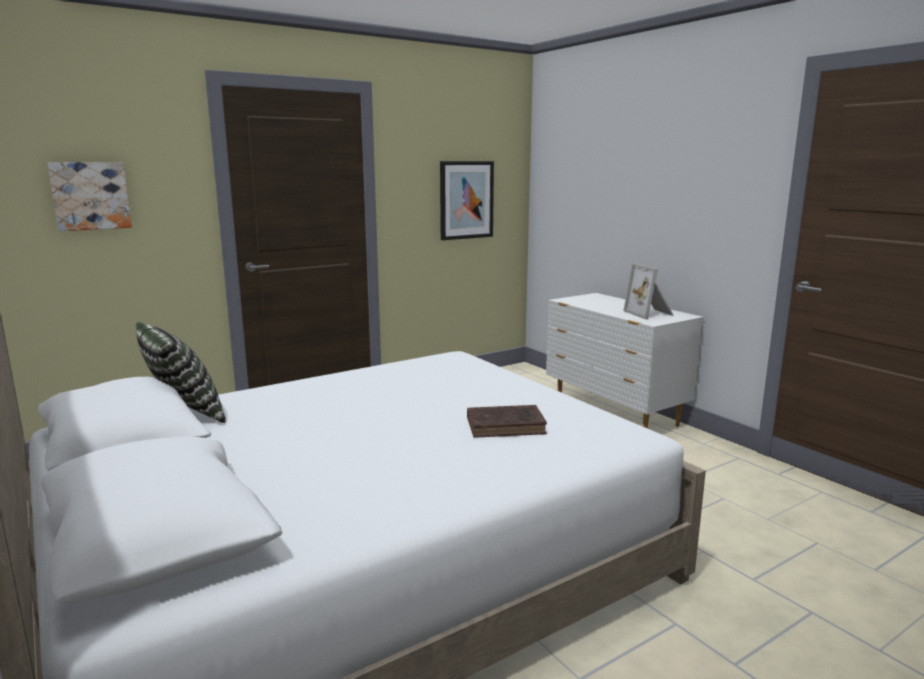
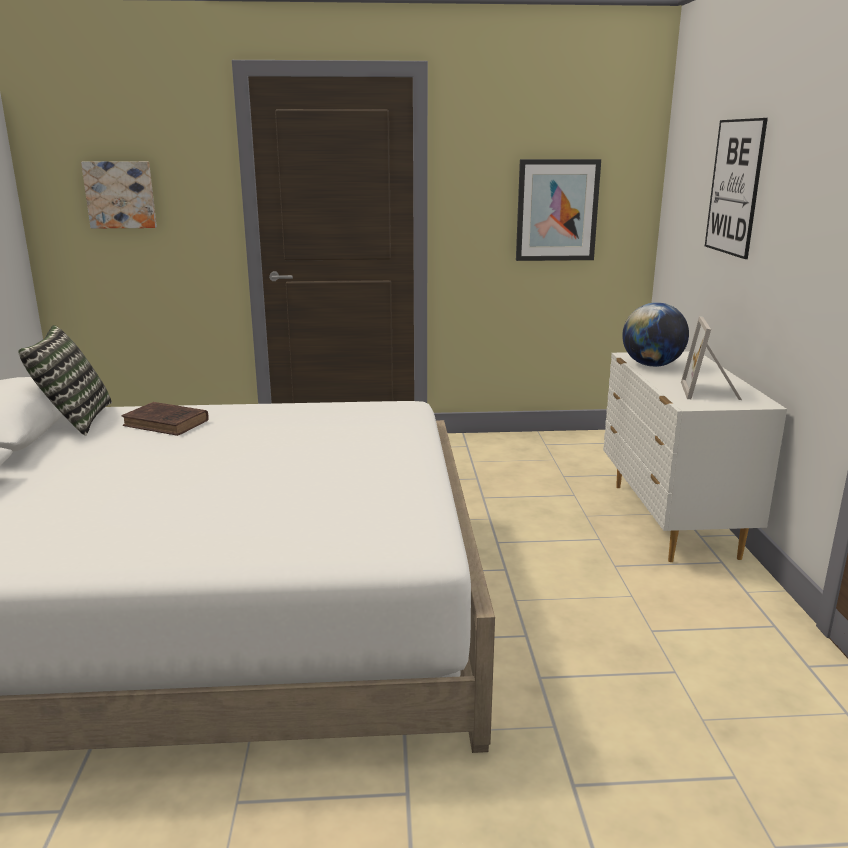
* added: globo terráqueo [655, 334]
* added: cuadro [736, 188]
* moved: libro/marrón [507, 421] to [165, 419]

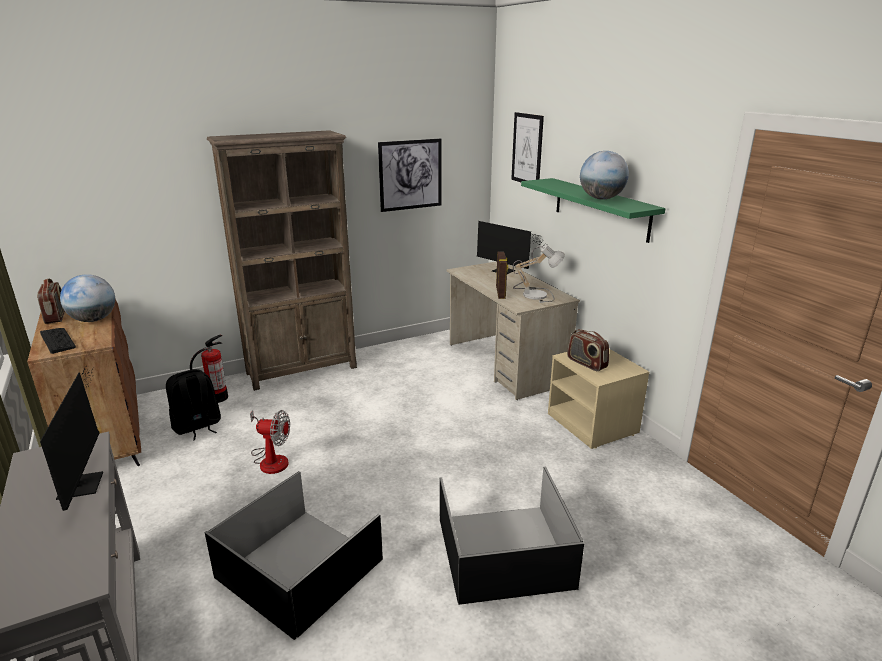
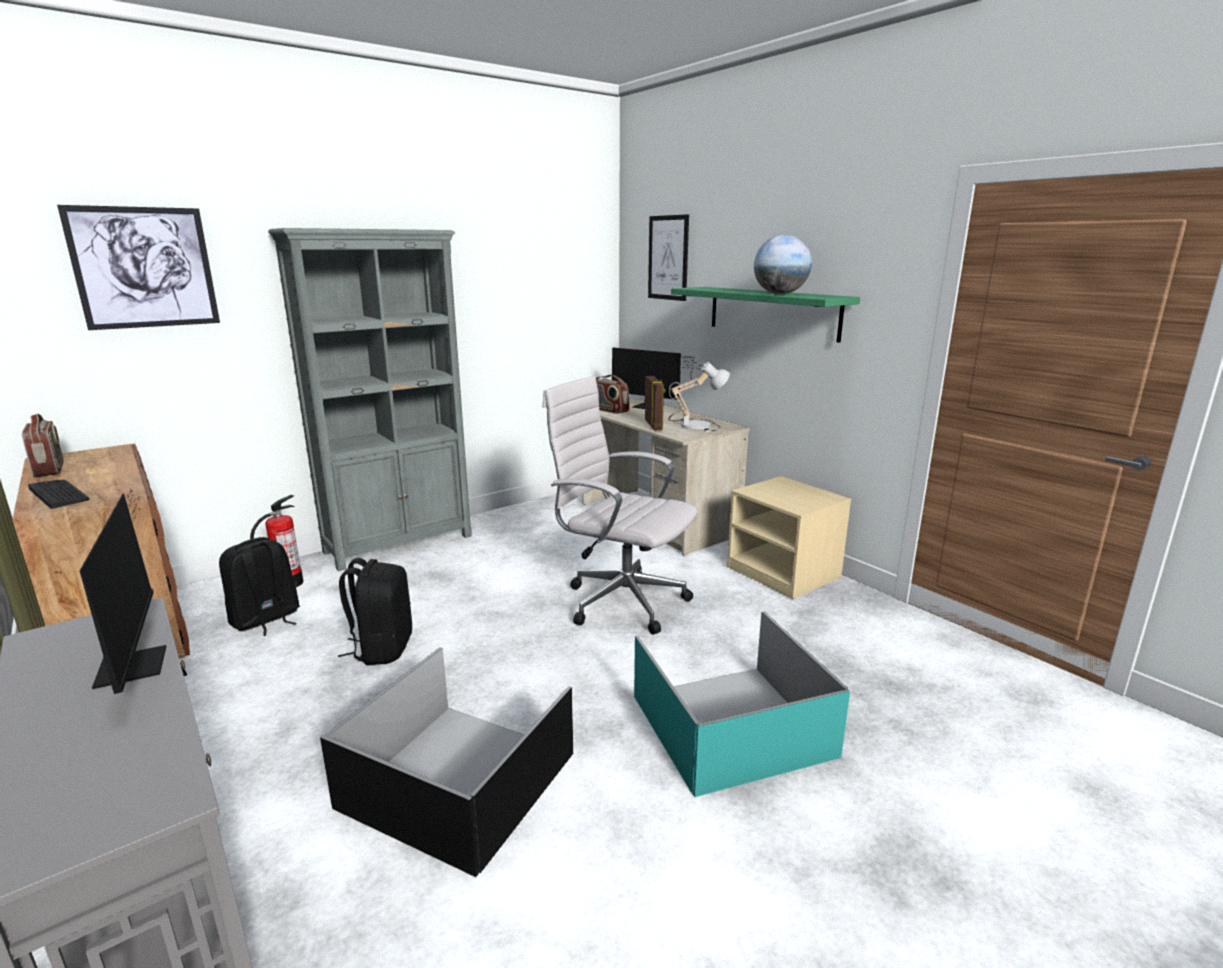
* removed: globo terráqueo [87, 298]
* added: silla de oficina/blanco [620, 505]
* moved: cuadro [409, 175] to [138, 267]
* moved: radio [588, 350] to [612, 394]
* replaced: ventilador [270, 442] to mochila/negro [375, 611]
* recoloured: estantería/marrón [282, 260] to estantería/gris [370, 399]
* recoloured: caja de almacenaje/negro [512, 535] to caja de almacenaje/turquesa [742, 704]

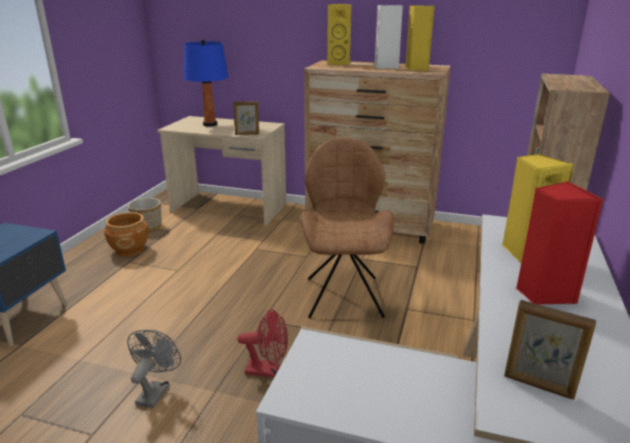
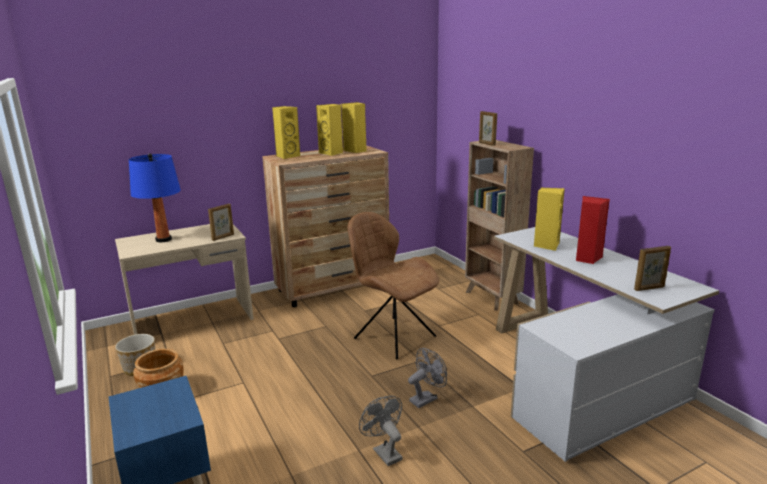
* added: portarretratos [488, 128]
* recoloured: ventilador/rojo [263, 343] to ventilador/gris [427, 378]
* recoloured: altavoz/blanco [389, 37] to altavoz/amarillo [329, 130]

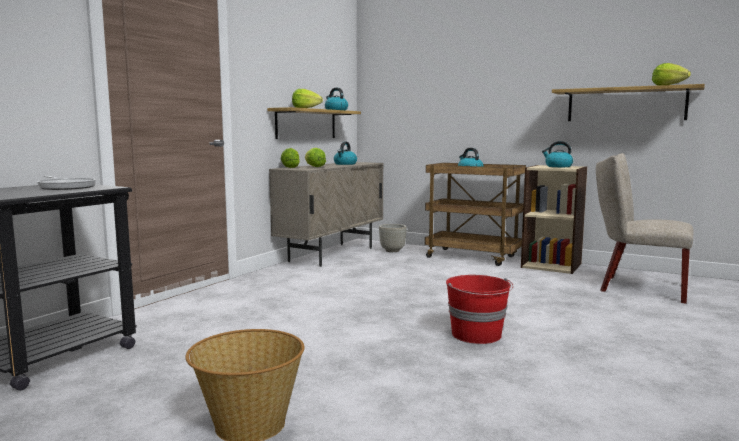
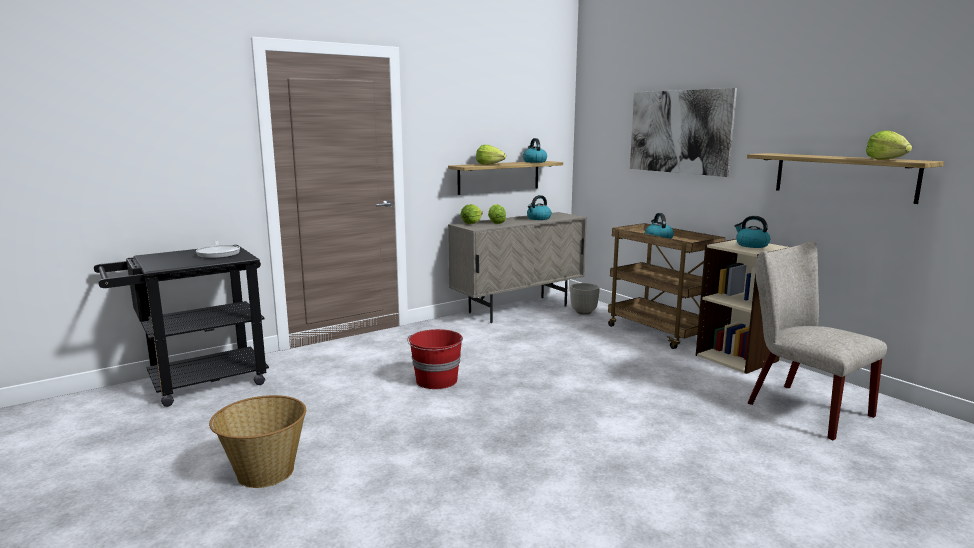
* added: cuadro [683, 132]
* moved: cubo/rojo [479, 309] to [435, 359]

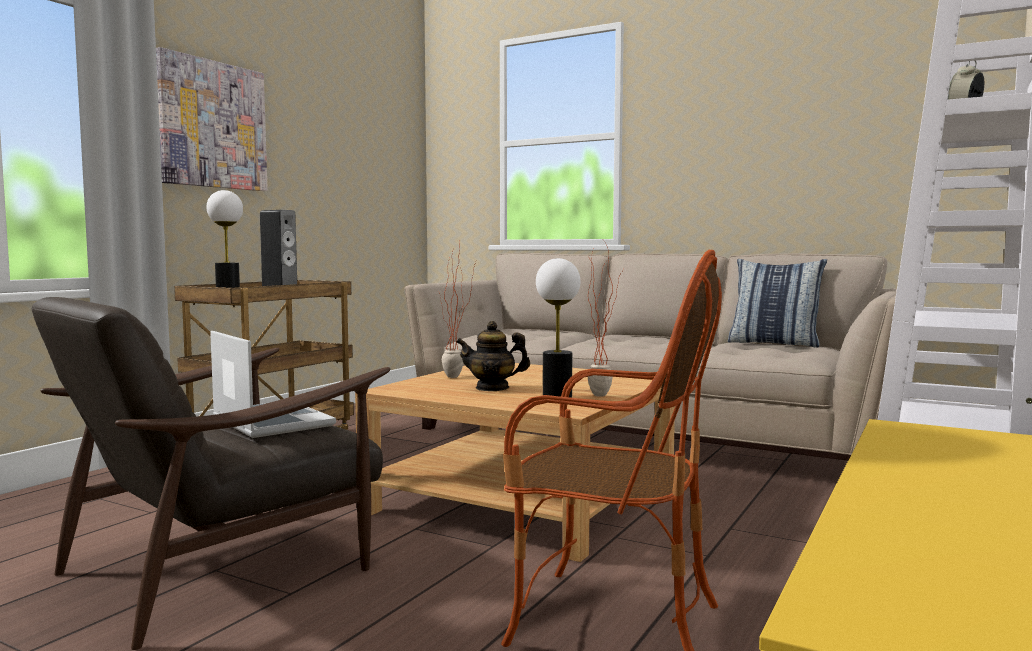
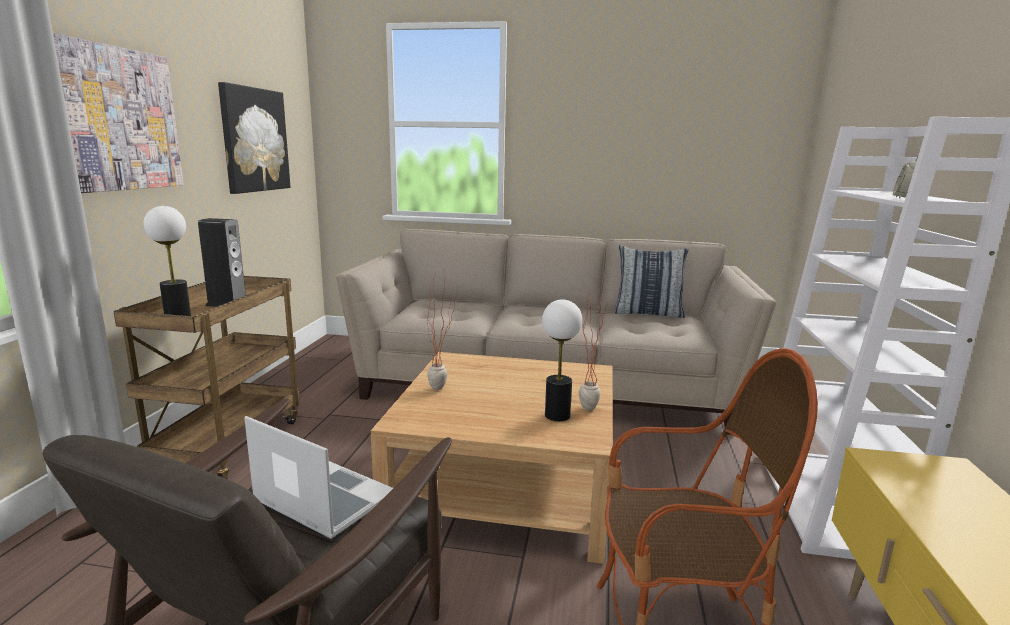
* removed: tetera [493, 356]
* added: cuadro [254, 138]

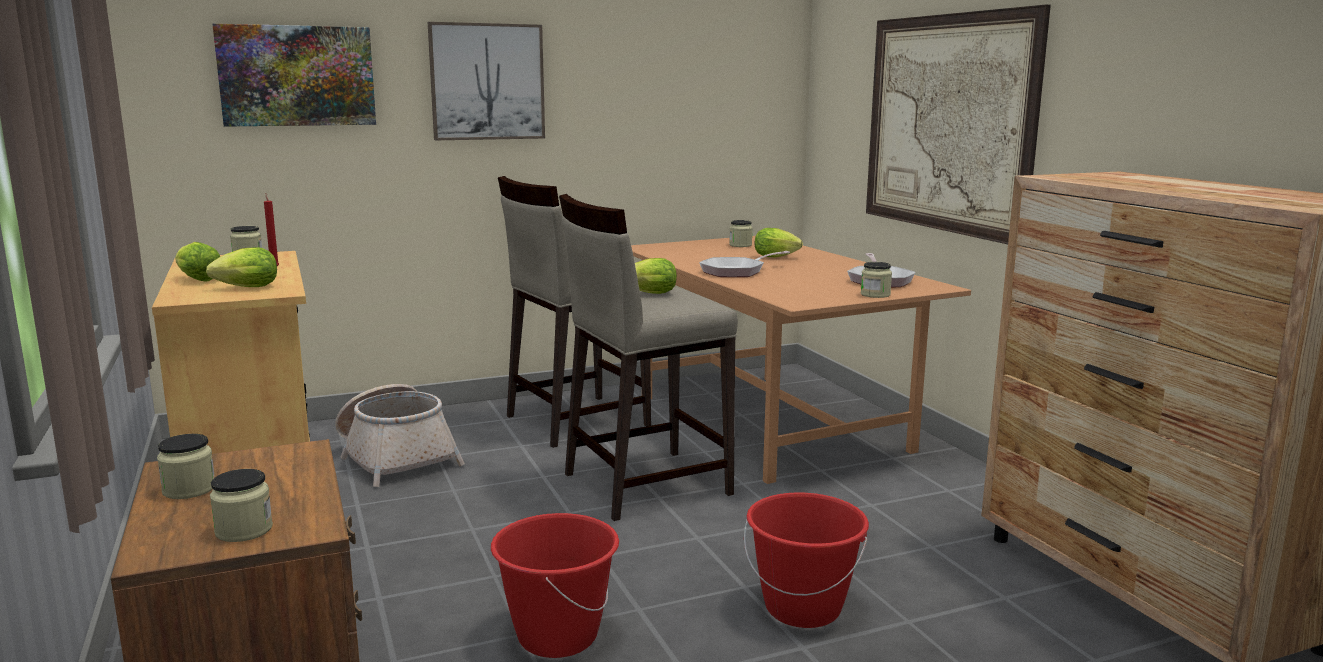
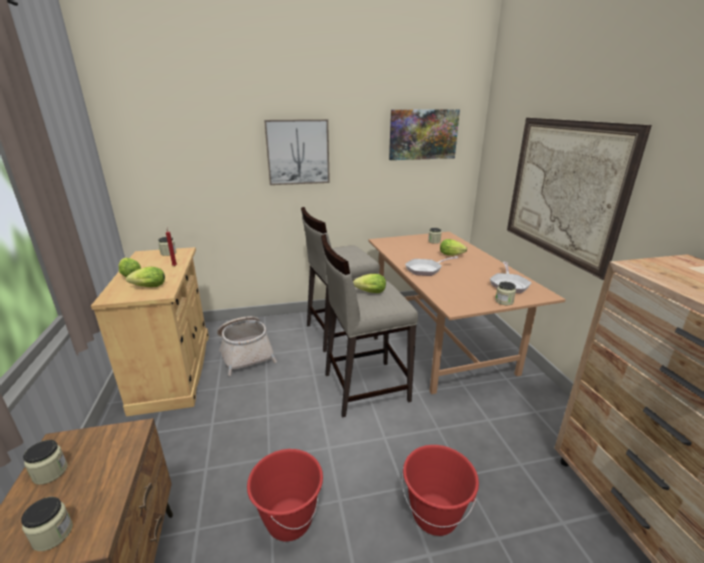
* moved: cuadro [294, 75] to [424, 134]

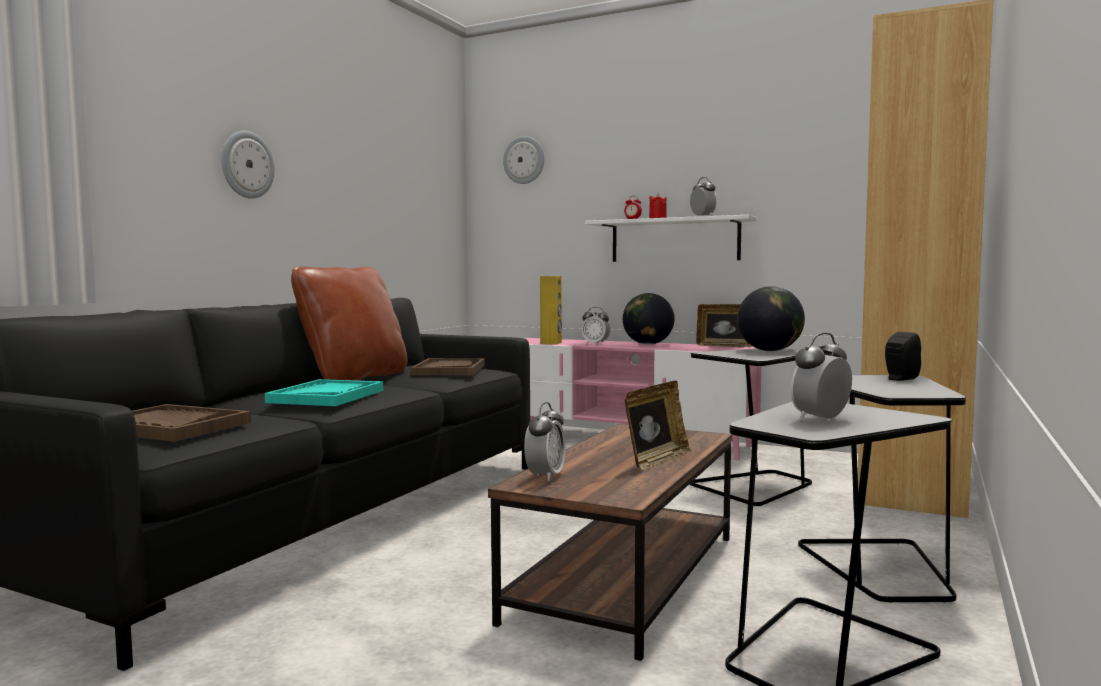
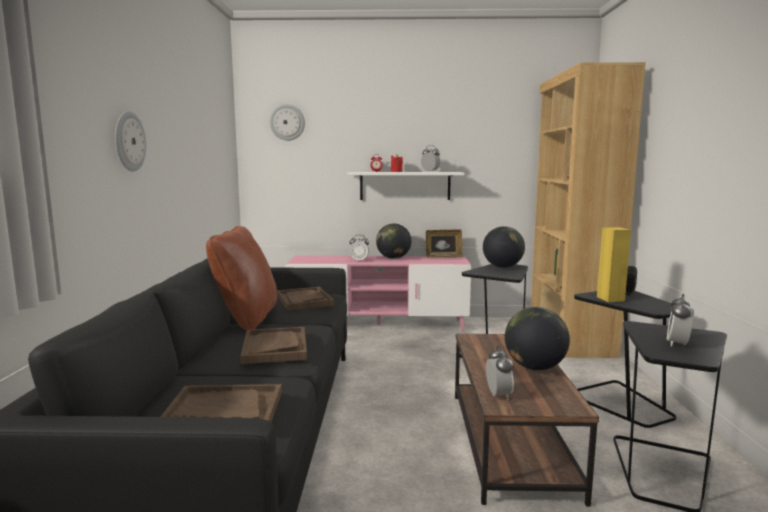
* moved: altavoz/amarillo [551, 310] to [614, 264]
* replaced: portarretratos [657, 425] to globo terráqueo [537, 338]
* recoloured: bandeja/turquesa [324, 392] to bandeja/marrón [274, 345]

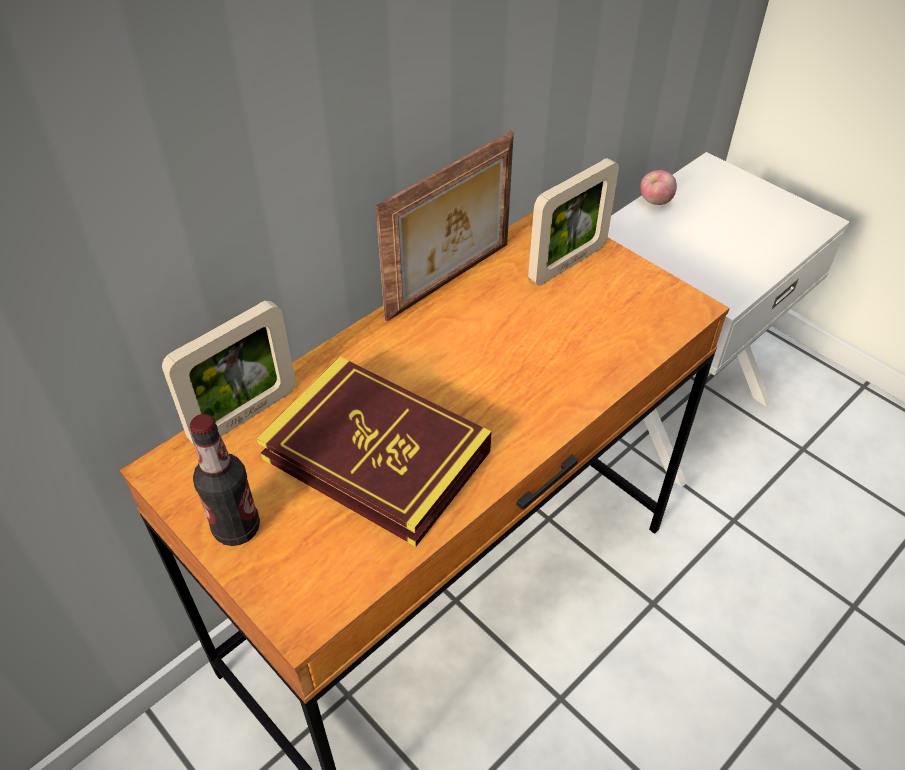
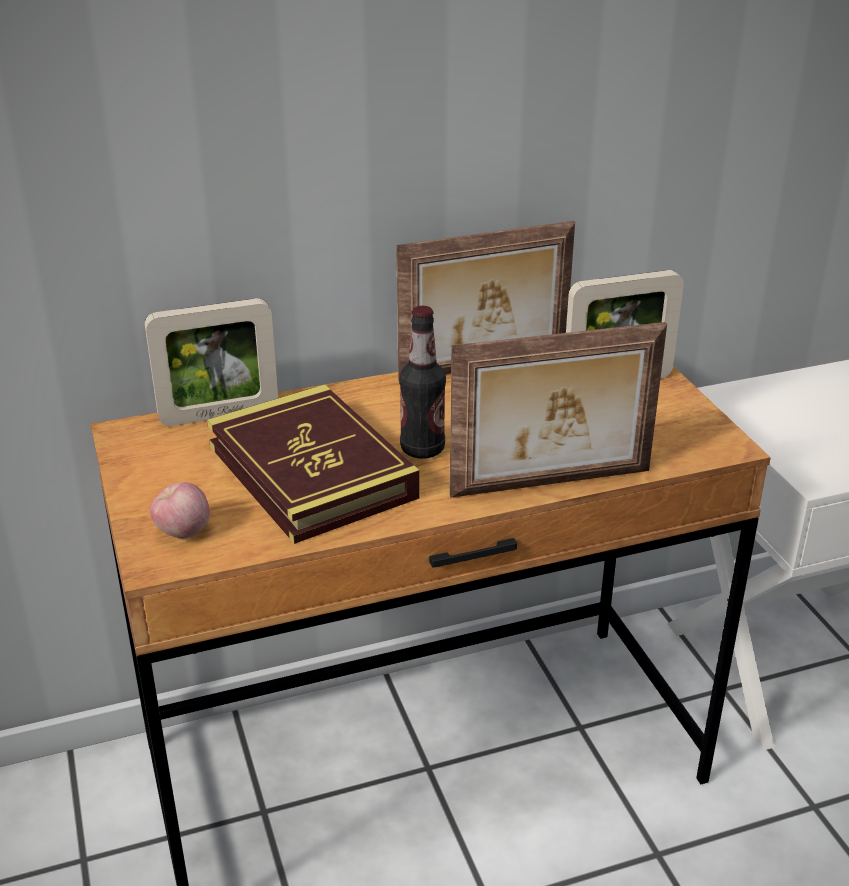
* added: portarretratos [558, 410]
* moved: botella [225, 480] to [422, 382]
* moved: manzana [658, 187] to [180, 510]

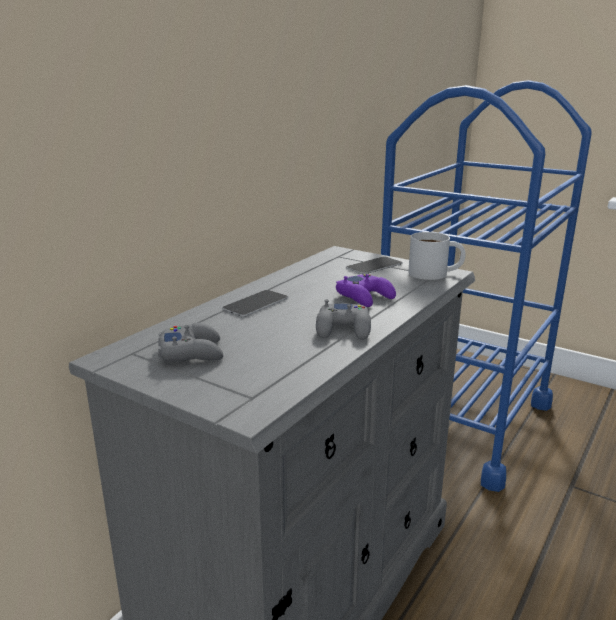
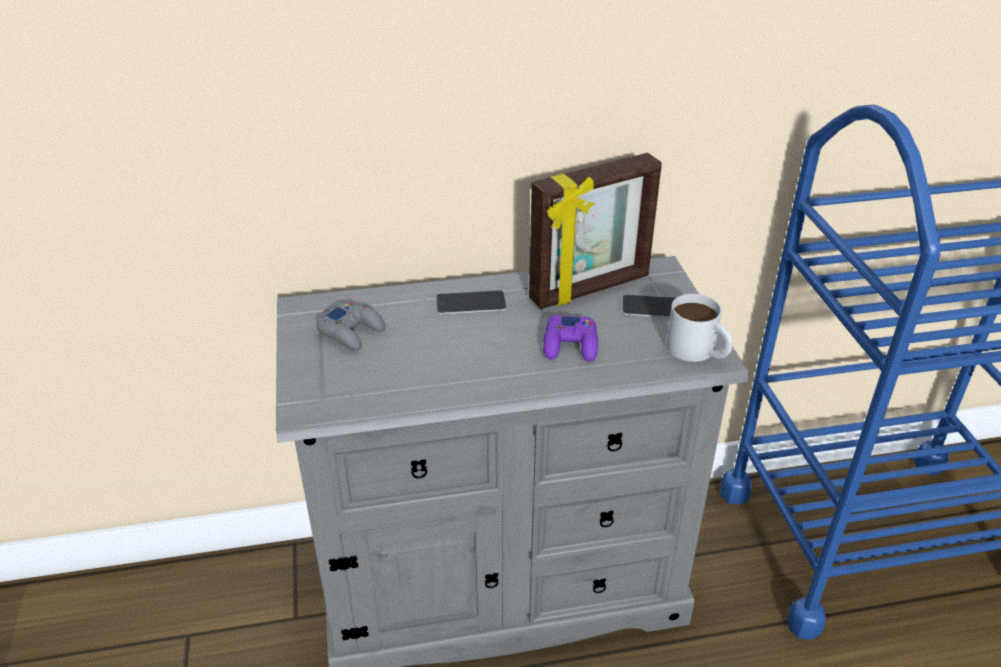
* removed: mando de consola/gris [343, 319]
* added: portarretratos [595, 231]

